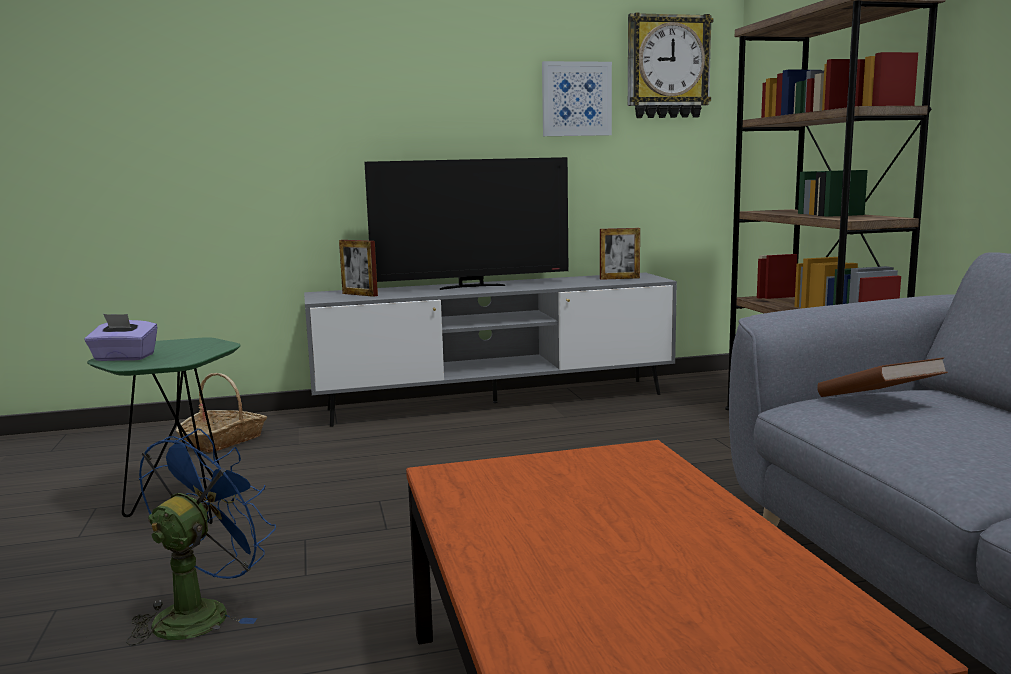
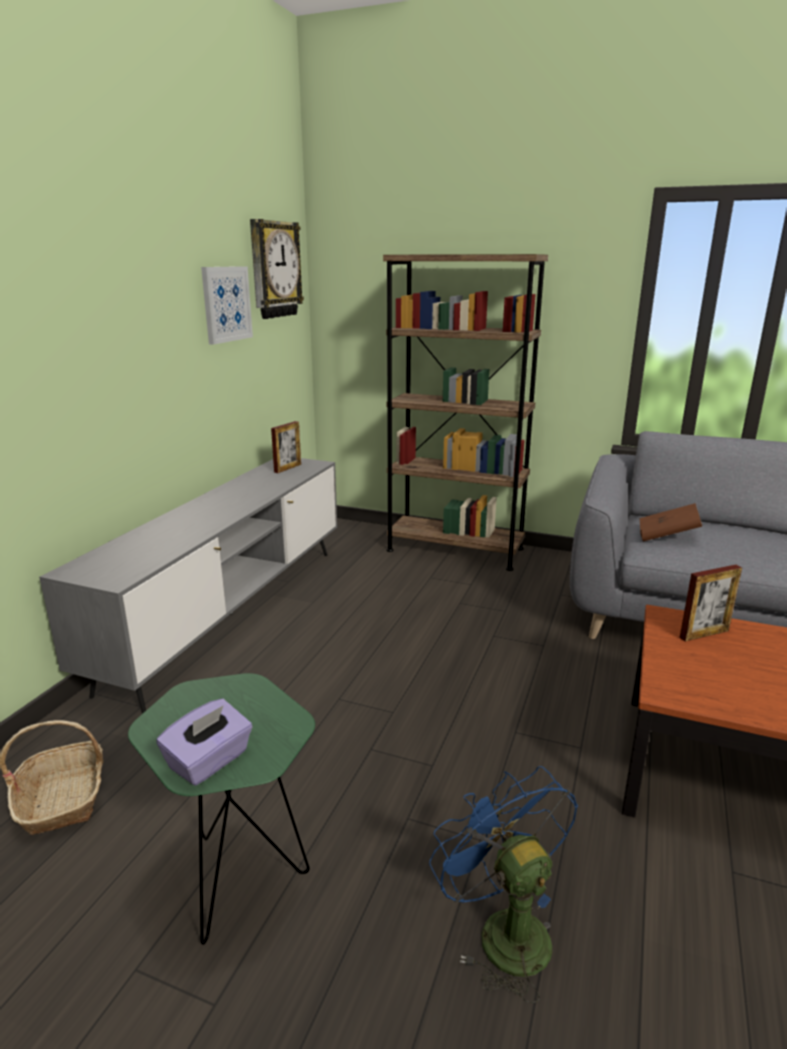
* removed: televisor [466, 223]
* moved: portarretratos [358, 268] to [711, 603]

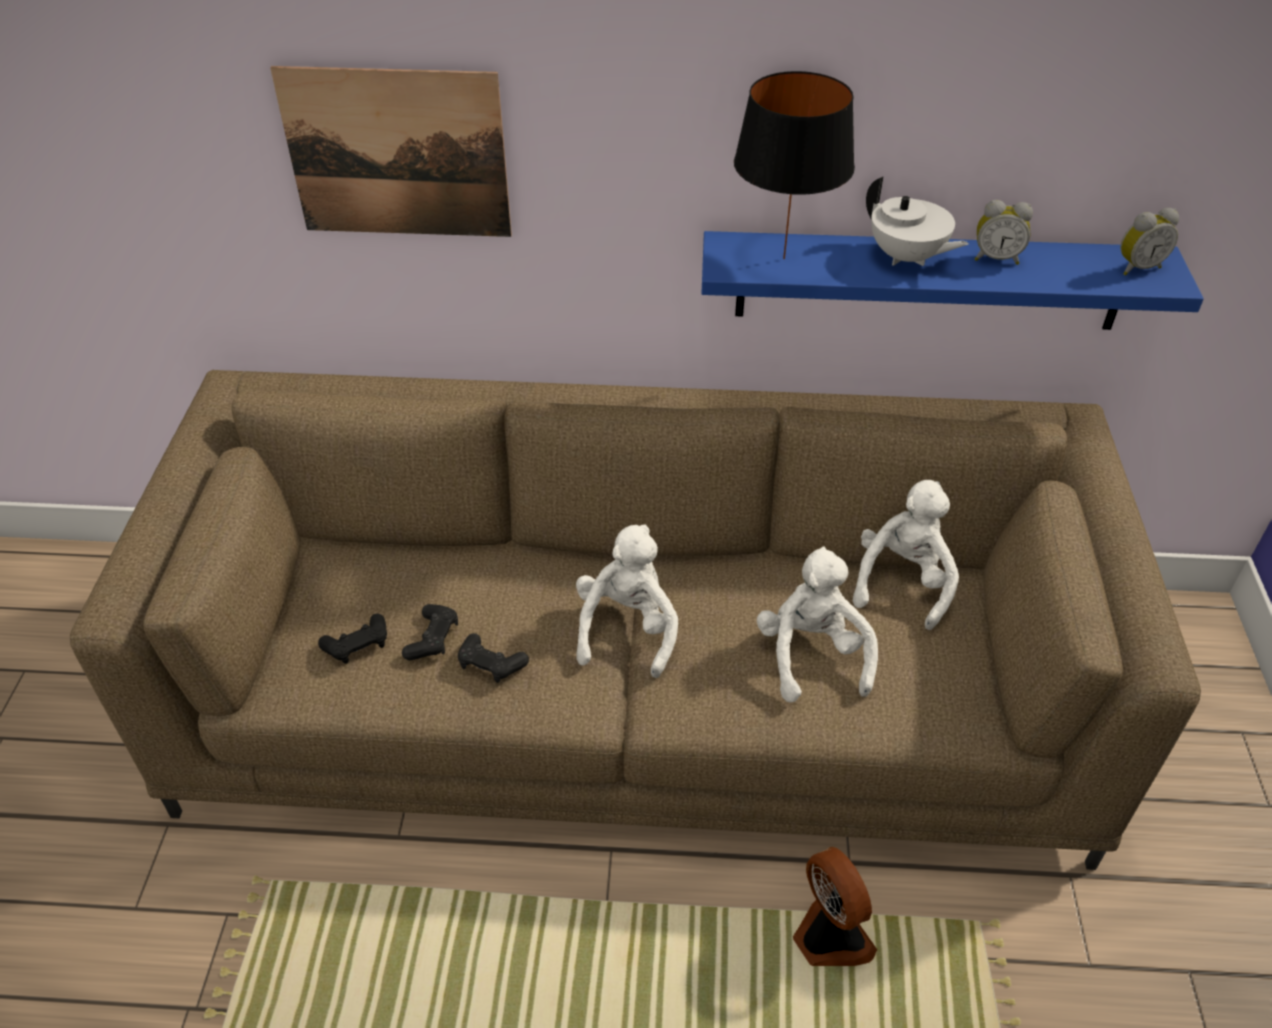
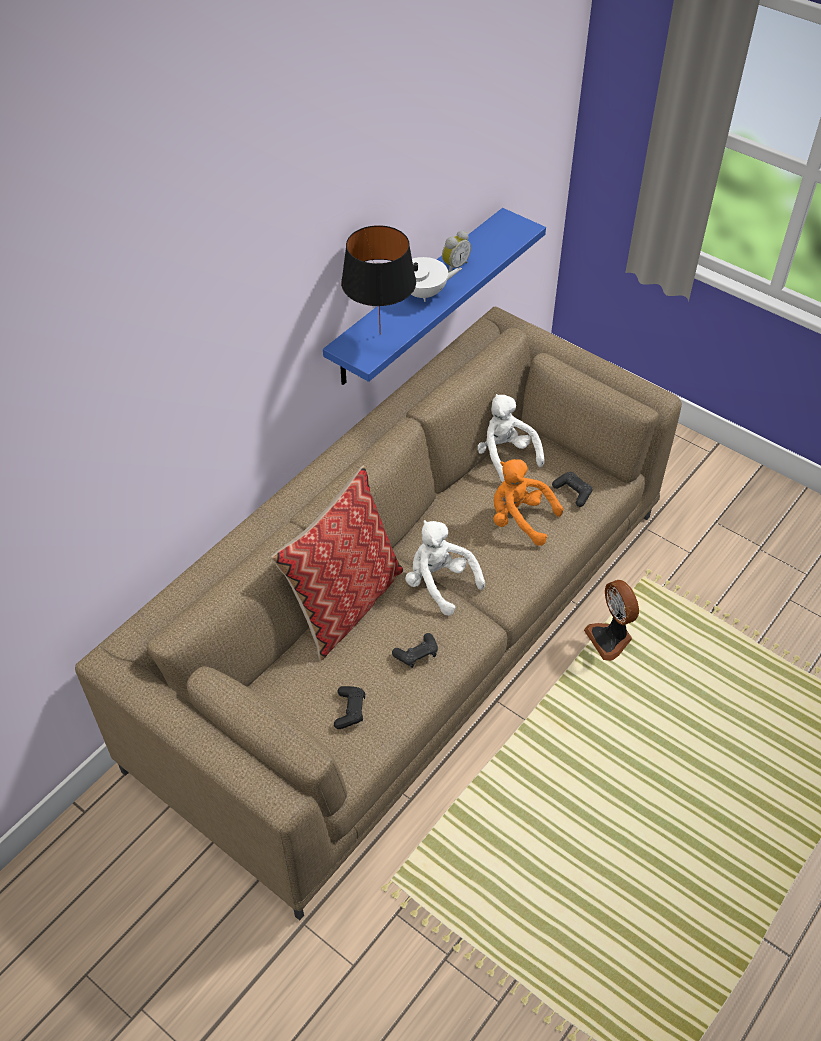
* removed: cuadro [391, 151]
* removed: despertador [1150, 241]
* added: cojín [337, 563]
* moved: mando de consola/negro [430, 632] to [572, 489]
* recoloured: peluche/blanco [817, 624] to peluche/naranja [528, 502]
* turned: ventilador [835, 906] = [611, 620] 120 degrees counterclockwise

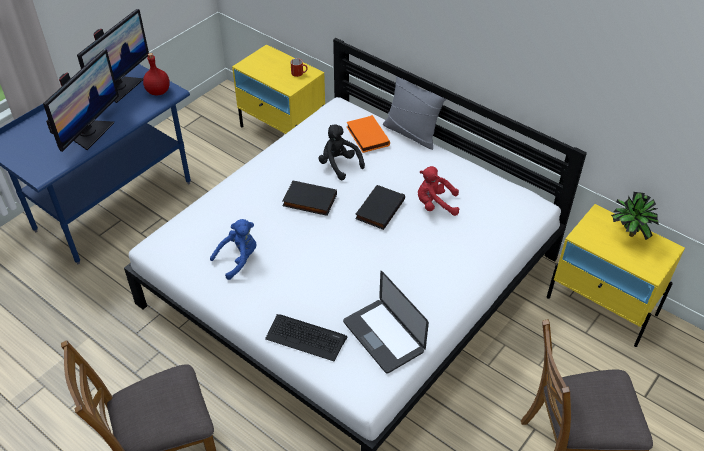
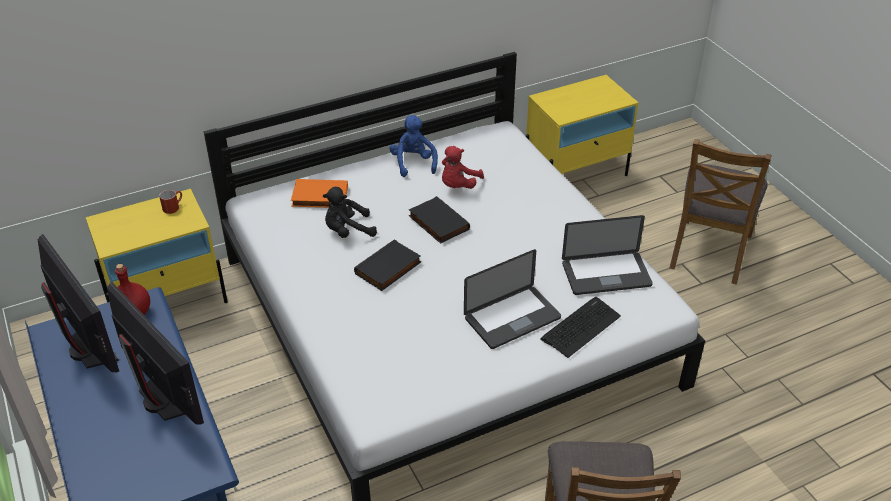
* removed: cojín/gris [414, 113]
* removed: planta en maceta [635, 216]
* added: portátil [512, 299]
* moved: peluche/azul [233, 249] to [413, 146]

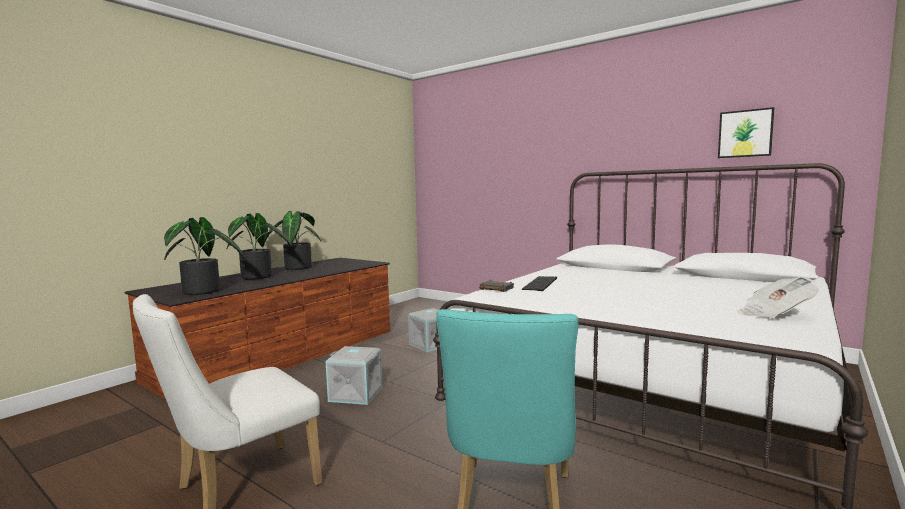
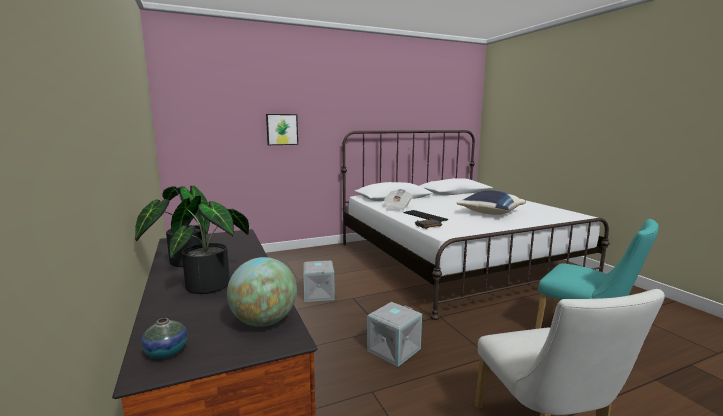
* added: florero [164, 338]
* added: cojín/azul [491, 202]
* moved: cuadro [746, 132] to [282, 129]
* moved: periódico [778, 297] to [398, 200]
* replaced: planta en maceta [204, 256] to globo terráqueo [262, 292]

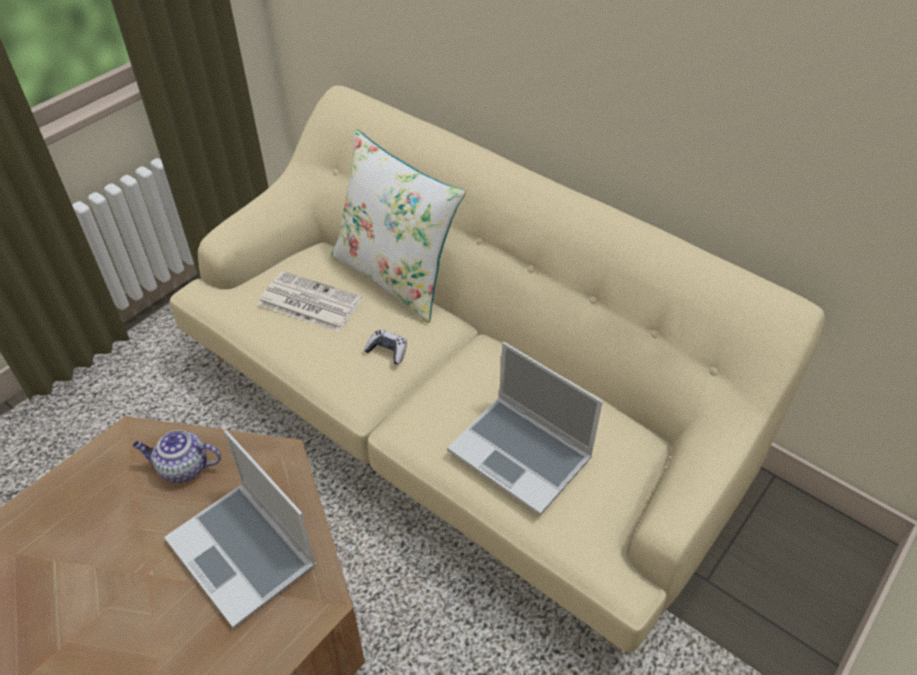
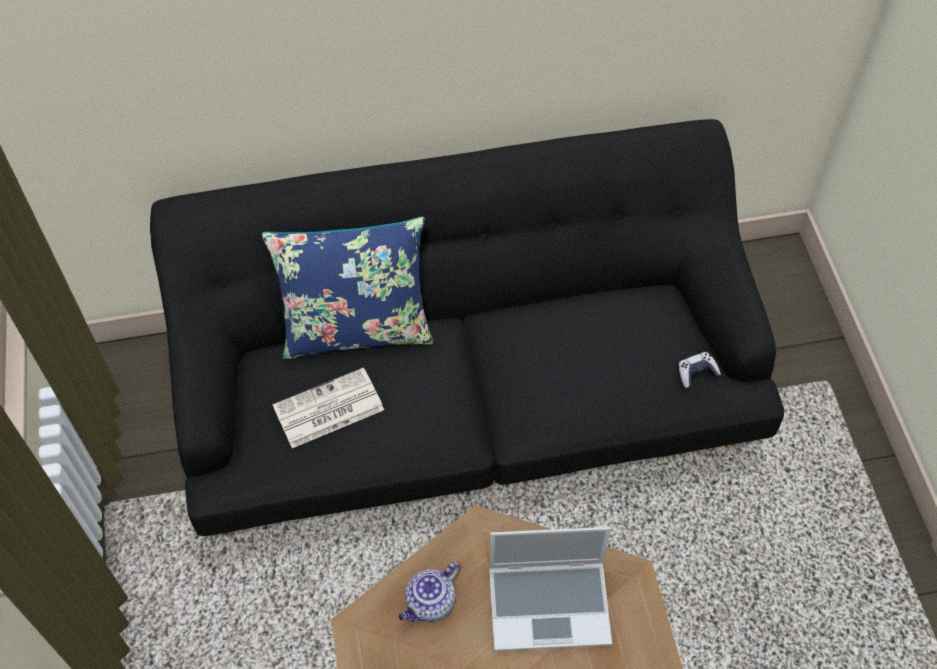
* removed: portátil [525, 428]
* moved: mando de consola [385, 346] to [699, 370]
* recoloured: sofá/beis [497, 369] to sofá/negro [467, 327]
* recoloured: cojín/blanco [398, 226] to cojín/azul [348, 288]

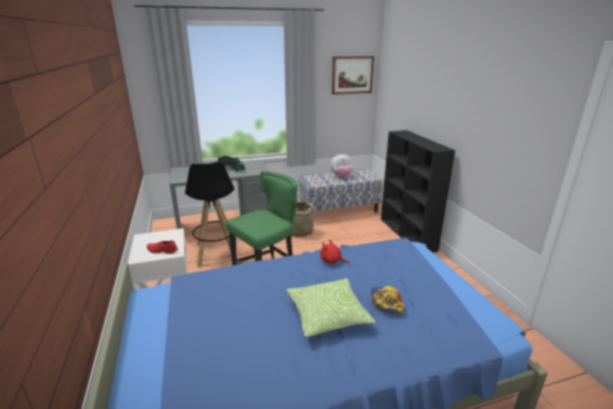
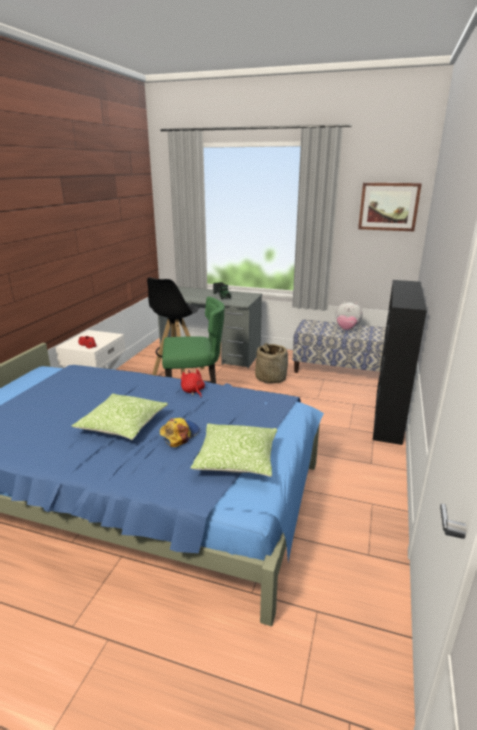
* added: cojín [234, 450]

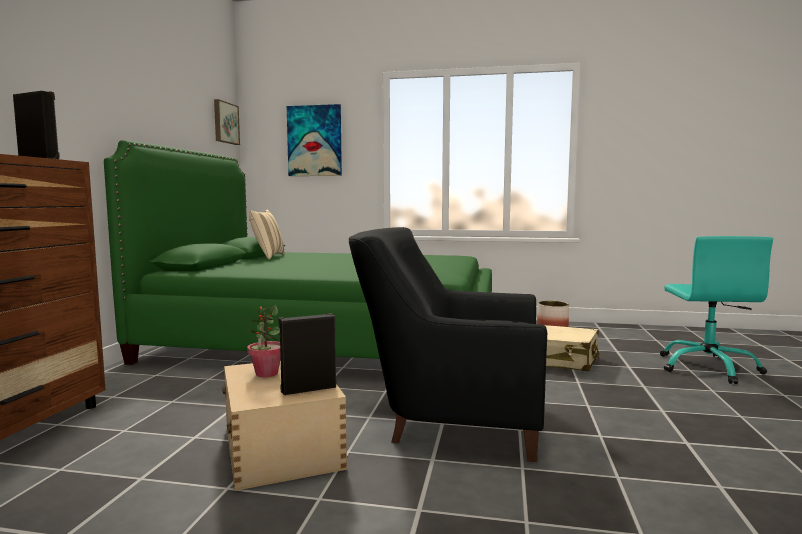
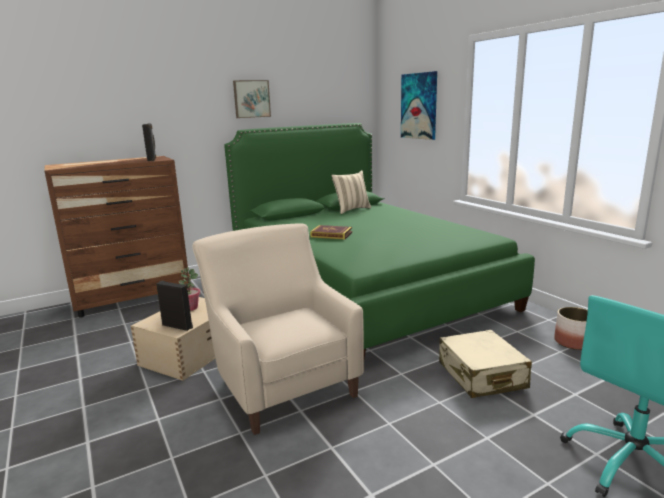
* added: libro [331, 232]
* moved: cuadro [227, 122] to [252, 99]
* recoloured: sillón/negro [448, 344] to sillón/beis [278, 329]

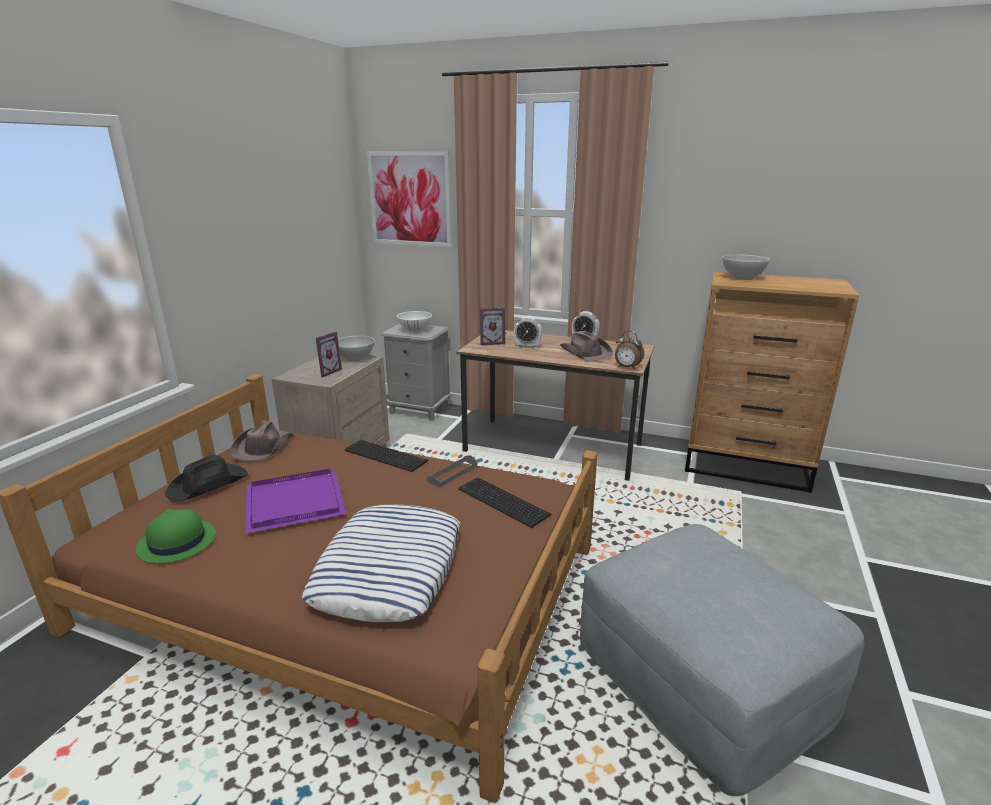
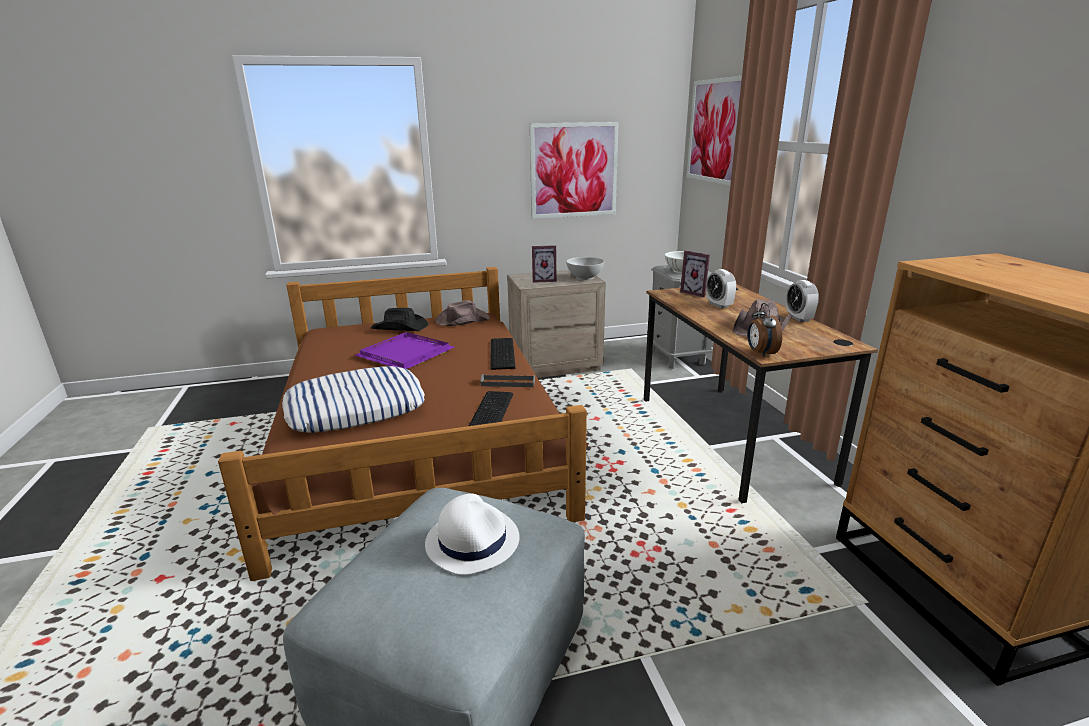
* removed: sombrero/verde [176, 536]
* removed: cuenco/blanco [746, 267]
* added: sombrero/blanco [472, 534]
* added: cuadro [574, 170]

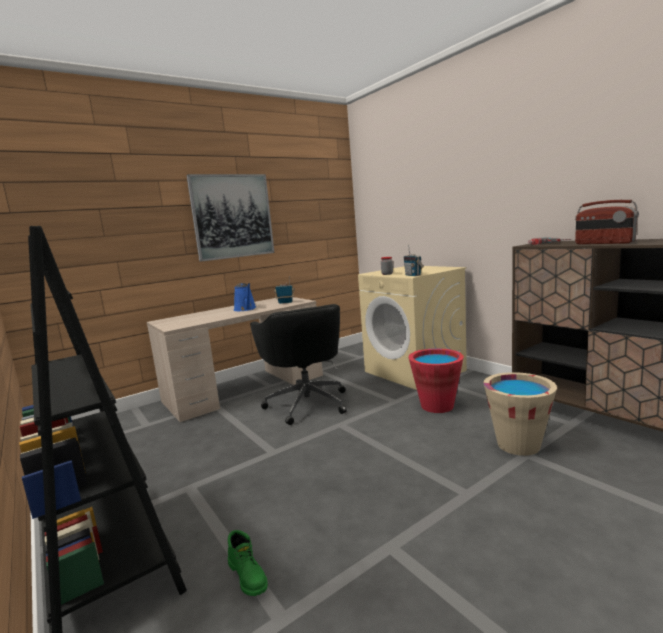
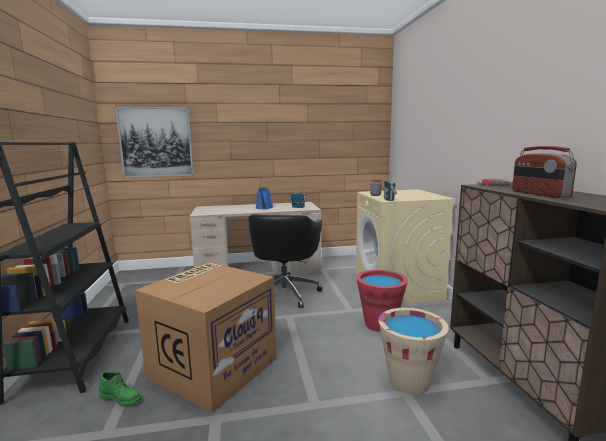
* added: caja de cartón [206, 337]
* moved: cuadro [230, 218] to [154, 142]
* turned: bota/verde [248, 563] = [120, 388] 60 degrees counterclockwise

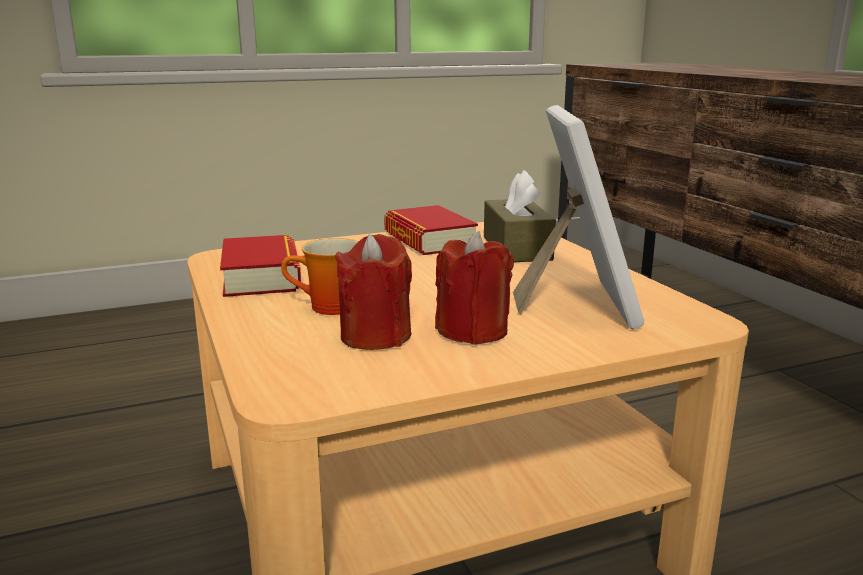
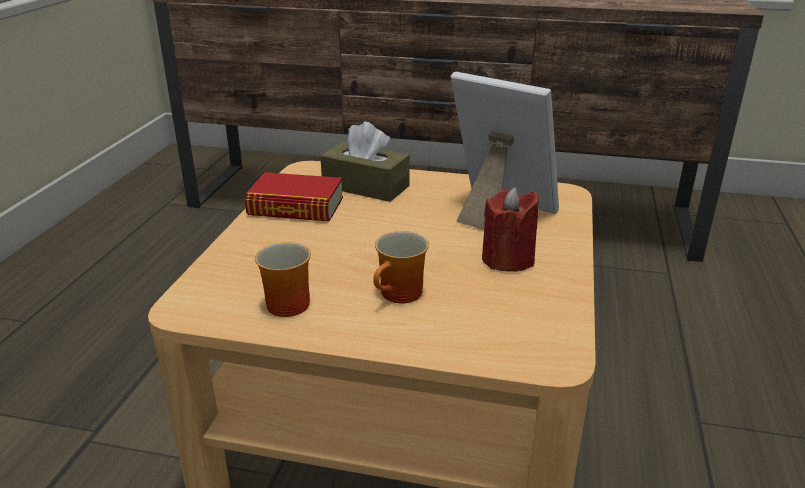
* removed: vela/rojo [373, 292]
* replaced: libro [260, 266] to taza grande [283, 279]

